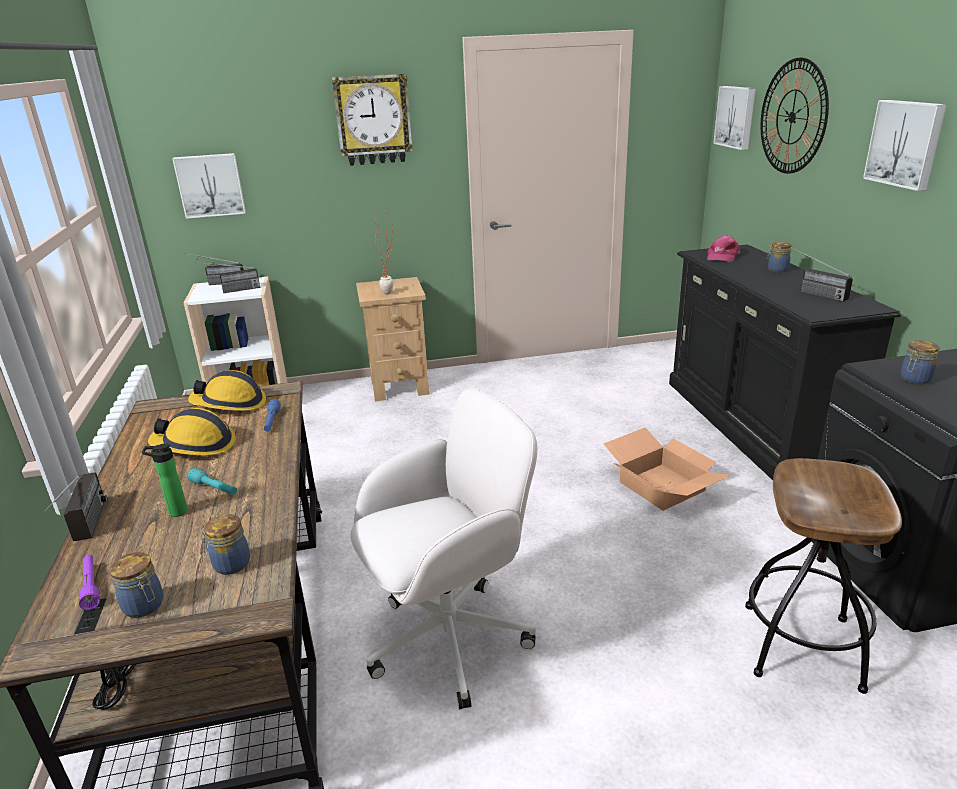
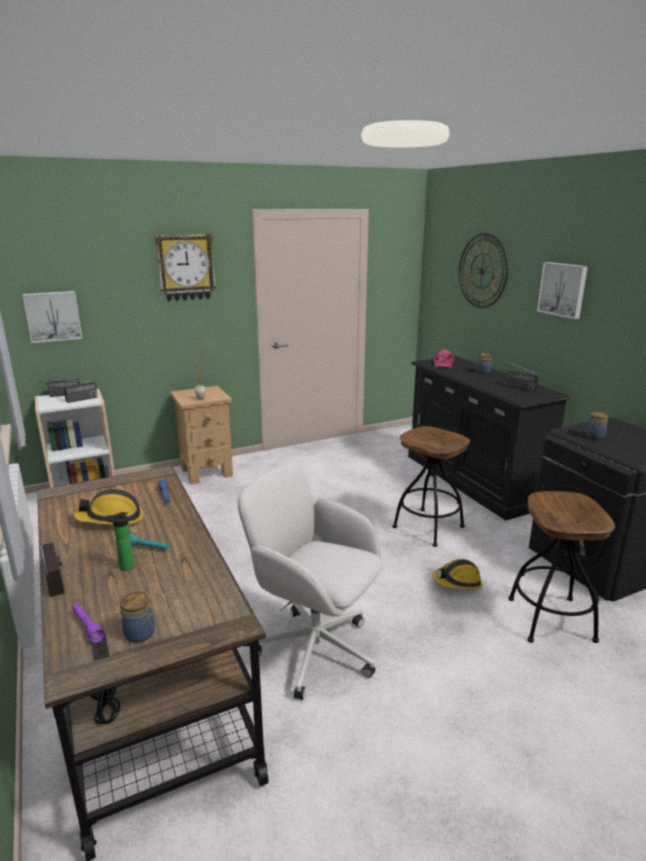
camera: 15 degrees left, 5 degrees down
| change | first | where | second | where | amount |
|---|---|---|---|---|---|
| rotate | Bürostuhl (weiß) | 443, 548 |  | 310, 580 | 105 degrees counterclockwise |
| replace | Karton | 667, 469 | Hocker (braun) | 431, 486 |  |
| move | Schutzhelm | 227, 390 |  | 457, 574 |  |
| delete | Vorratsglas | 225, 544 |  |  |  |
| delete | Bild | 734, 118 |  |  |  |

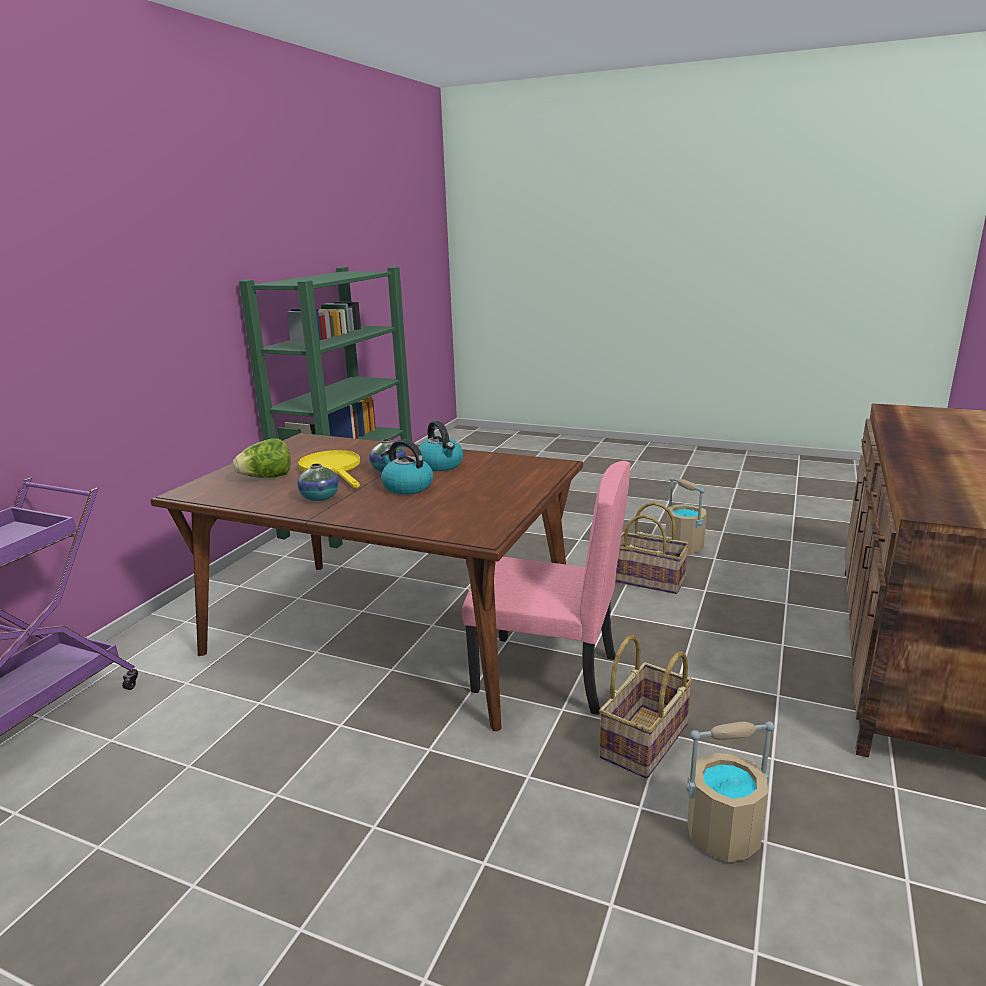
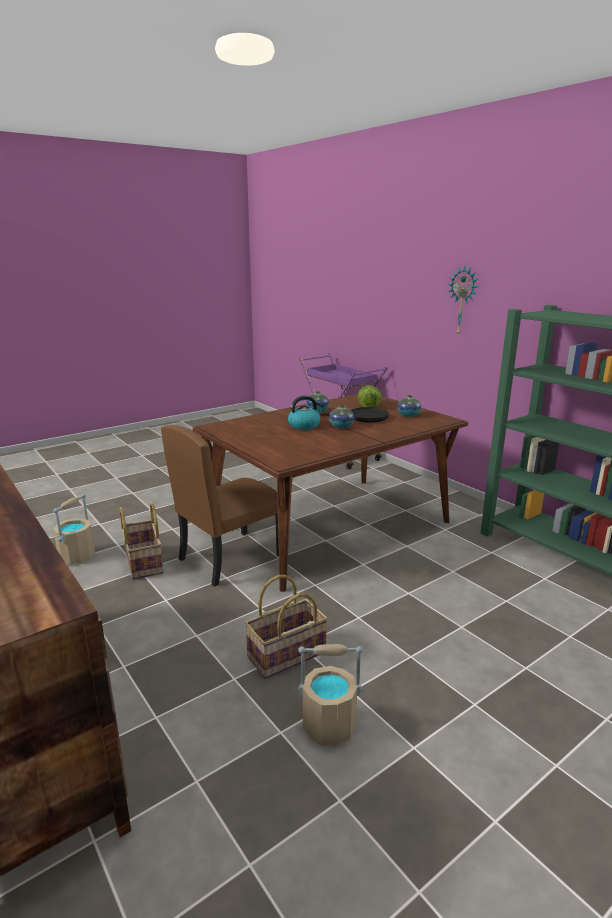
camera: 120 degrees right, 0 degrees up
| change | first | where | second | where | amount |
|---|---|---|---|---|---|
| recolor | Stuhl (rosa) | 546, 588 | Stuhl (braun) | 220, 506 |  |
| recolor | Pfanne (gelb) | 329, 469 | Pfanne (schwarz) | 354, 415 |  |
| insert |  |  | Vase | 409, 406 |  |
| insert |  |  | Wanduhr | 463, 300 |  |
| delete | Wasserkessel | 440, 446 |  |  |  |

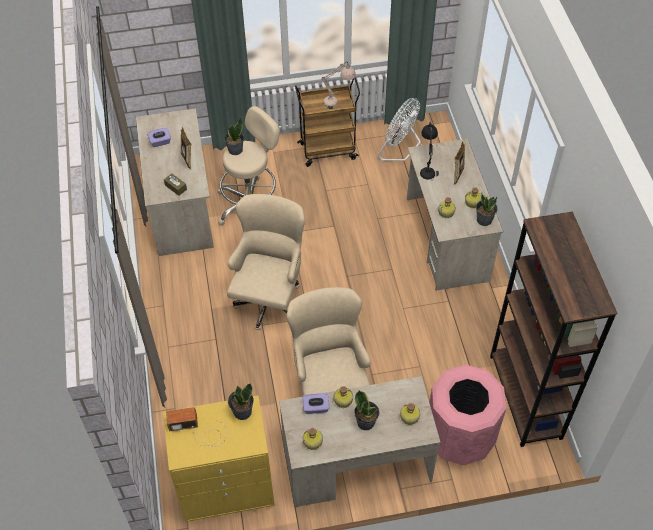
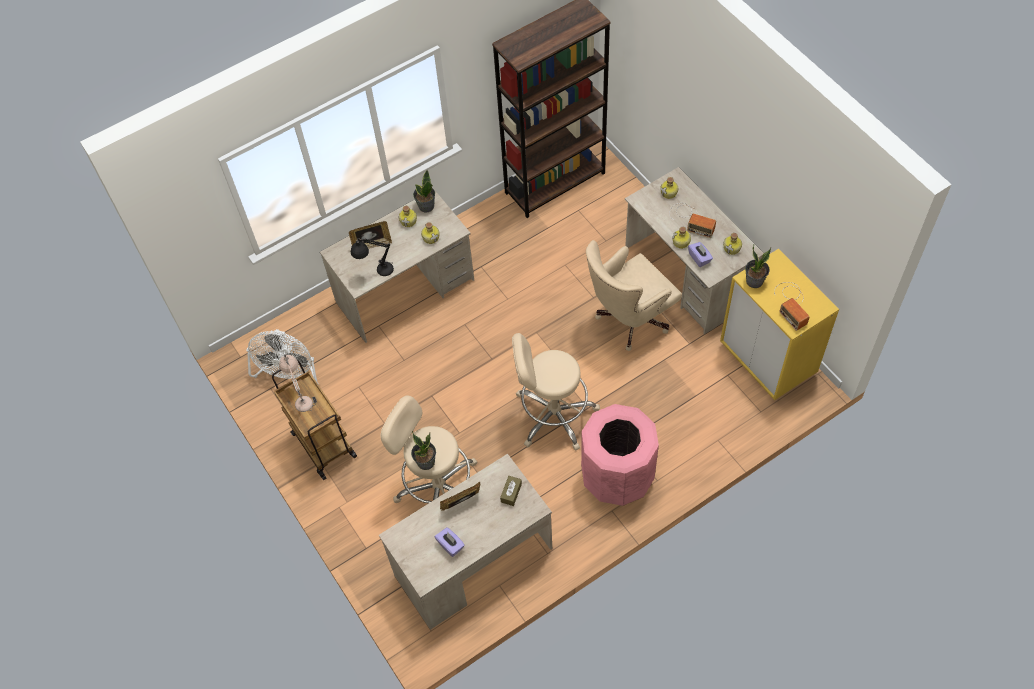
camera: 110 degrees left, 5 degrees up
| change | first | where | second | where | amount |
|---|---|---|---|---|---|
| replace | Bürostuhl (beige) | 266, 262 | Hocker (beige) | 556, 391 |  |
| move | Mülleimer (rosa) | 468, 415 |  | 620, 455 |  |
| replace | Topfpflanze | 366, 410 | Radio | 692, 220 |  |

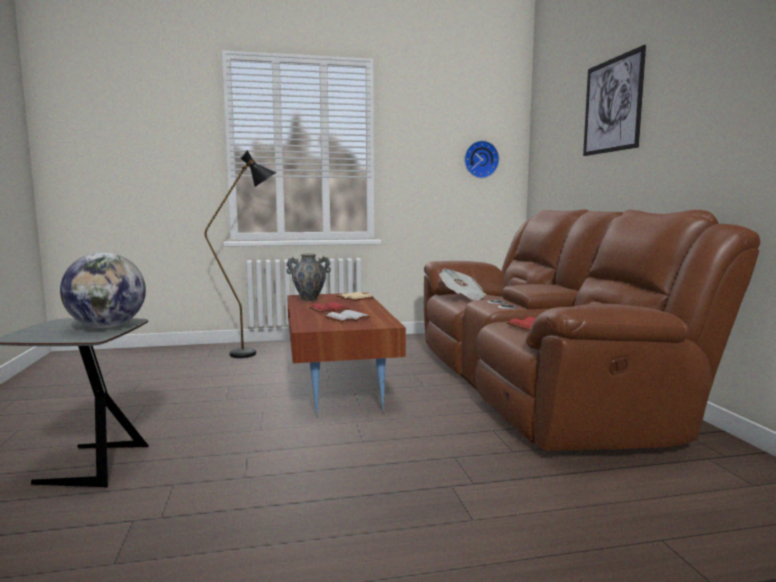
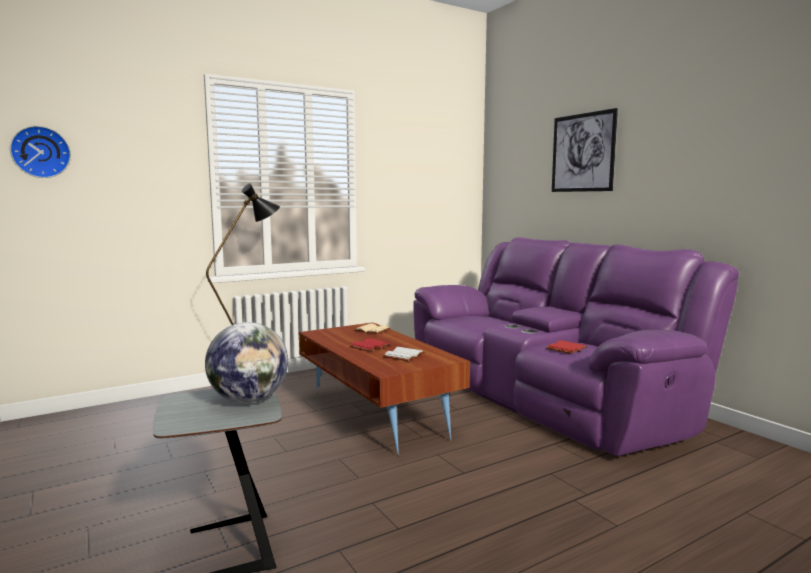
camera: 20 degrees left, 0 degrees up
| change | first | where | second | where | amount |
|---|---|---|---|---|---|
| move | Wanduhr | 481, 159 |  | 40, 152 |  |
| recolor | Sofa (braun) | 592, 330 | Sofa (lila) | 576, 346 |  |
| delete | Vase | 308, 277 |  |  |  |
| delete | Zeitung | 463, 285 |  |  |  |

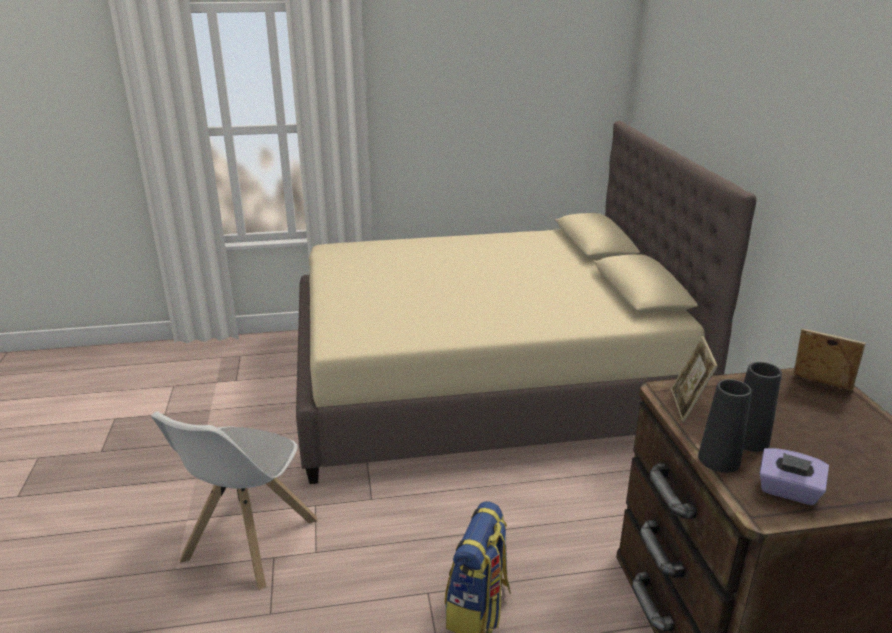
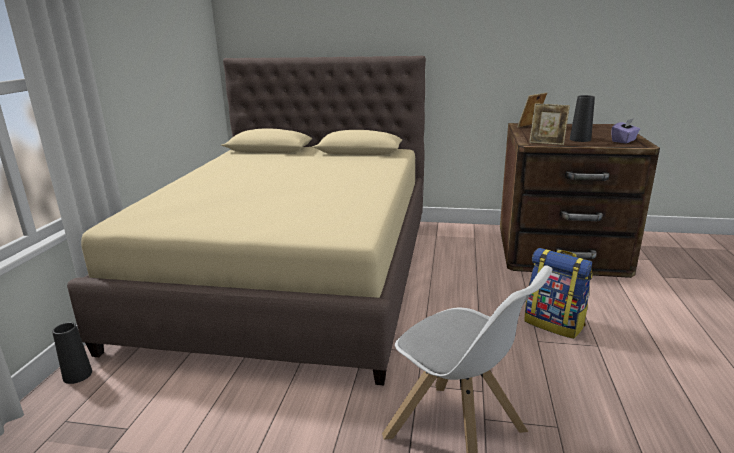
camera: 70 degrees left, 5 degrees down
| change | first | where | second | where | amount |
|---|---|---|---|---|---|
| move | Vase (schwarz) | 725, 425 |  | 72, 353 |  |

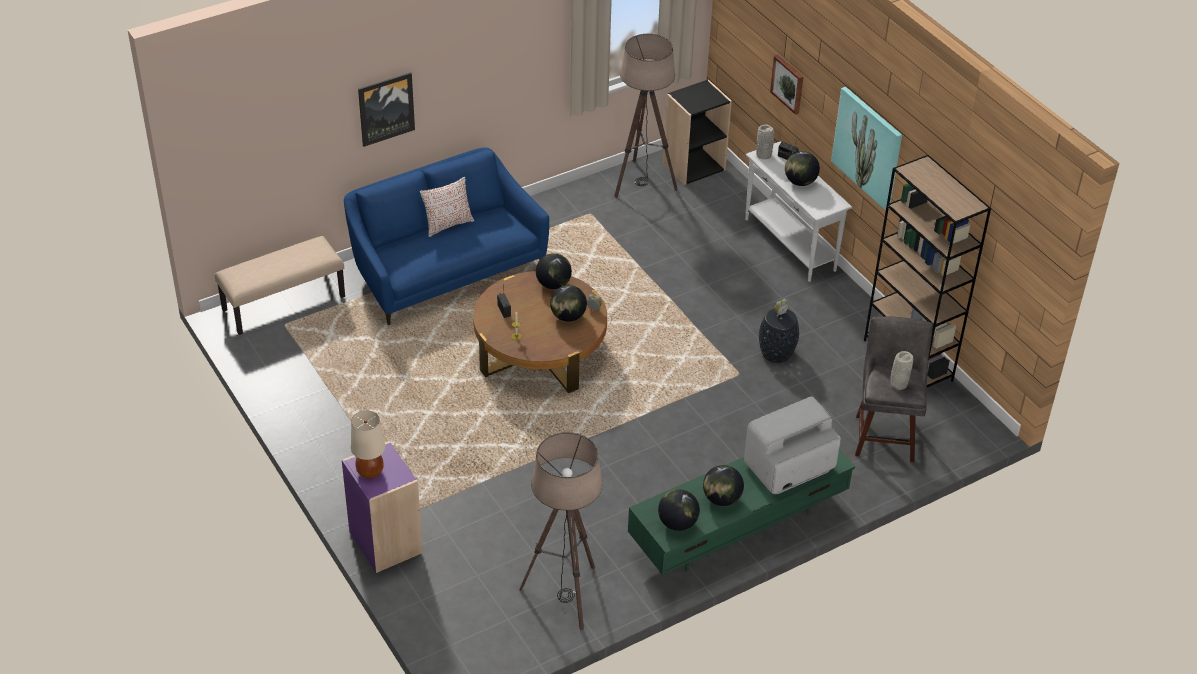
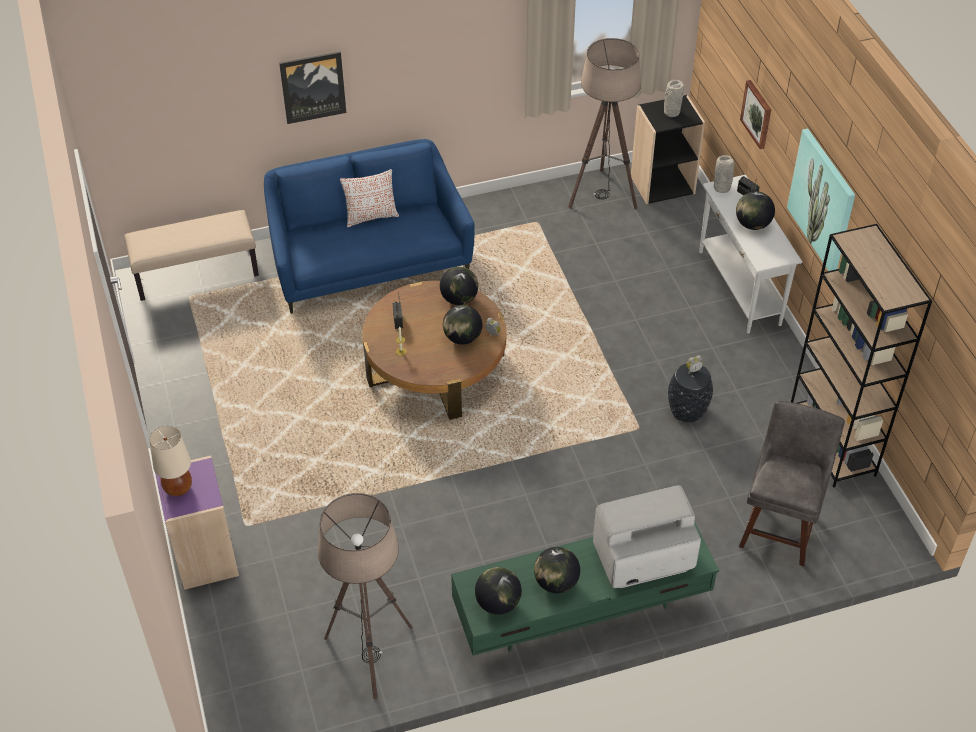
camera: 15 degrees right, 5 degrees up
| change | first | where | second | where | amount |
|---|---|---|---|---|---|
| move | Vase (grau) | 901, 370 |  | 674, 98 |  |

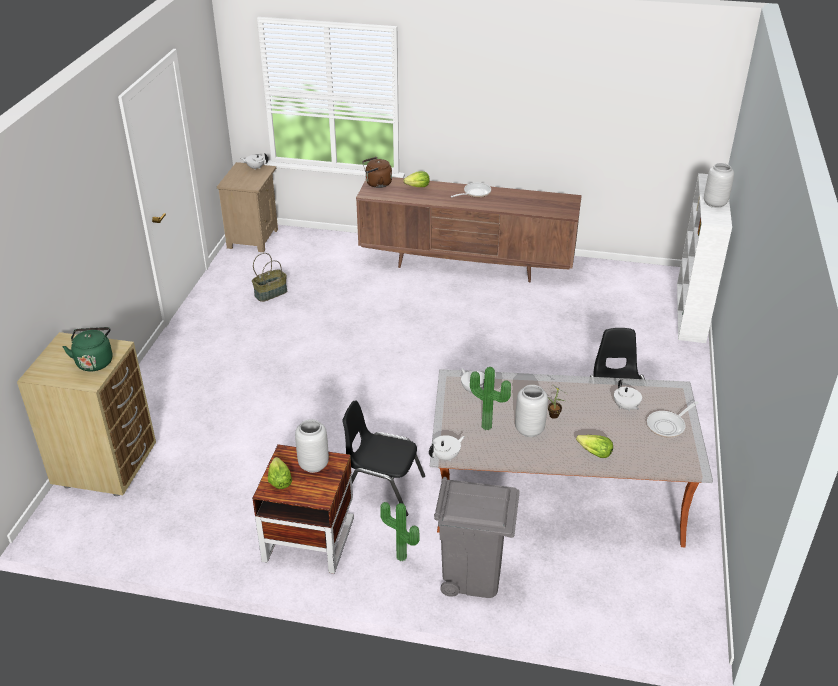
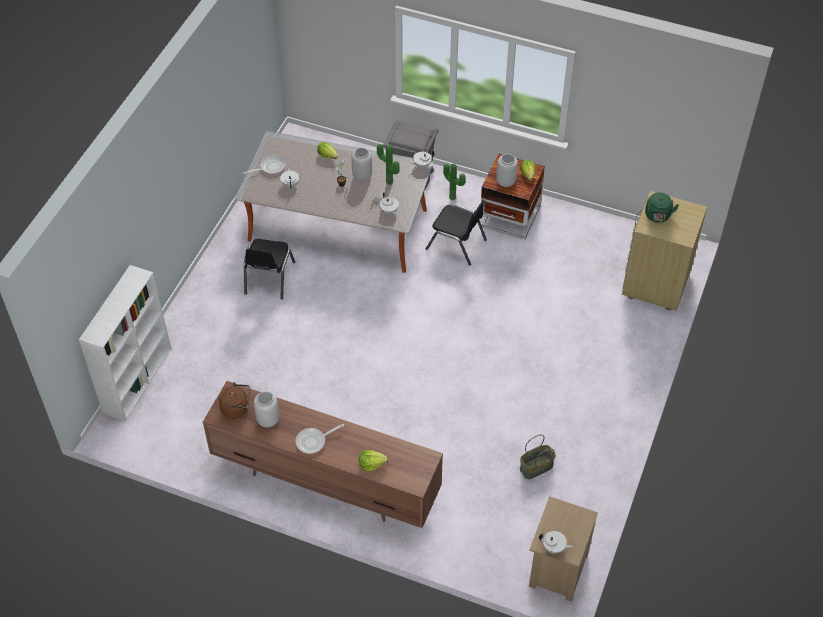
camera: 170 degrees left, 15 degrees up
| change | first | where | second | where | amount |
|---|---|---|---|---|---|
| move | Wasserkessel (braun) | 377, 172 |  | 234, 400 |  |
| move | Vase (grau) | 719, 185 |  | 266, 409 |  |

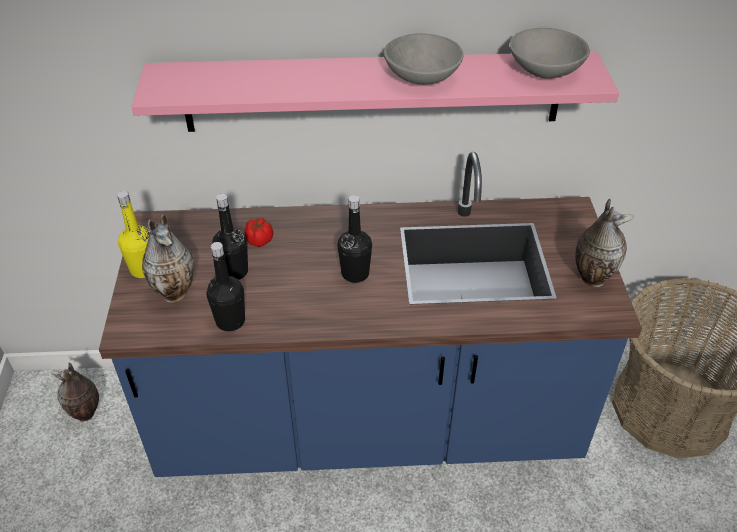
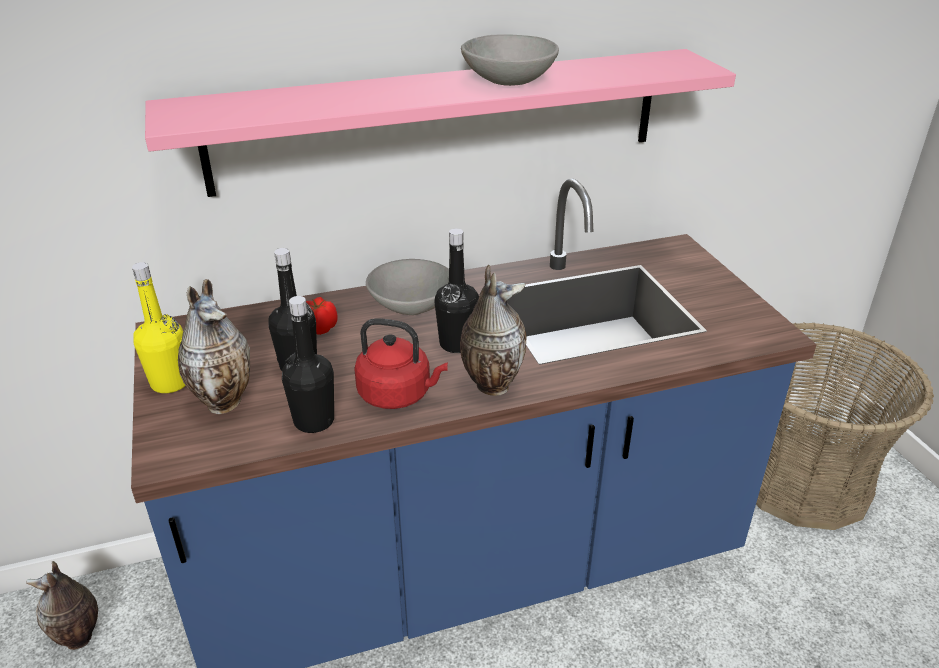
camera: 15 degrees left, 10 degrees down
| change | first | where | second | where | amount |
|---|---|---|---|---|---|
| insert |  |  | Wasserkessel (rot) | 401, 363 |  |
| move | Schüssel (grau) | 549, 53 |  | 407, 287 |  |
| move | Vase | 604, 243 |  | 493, 330 |  |

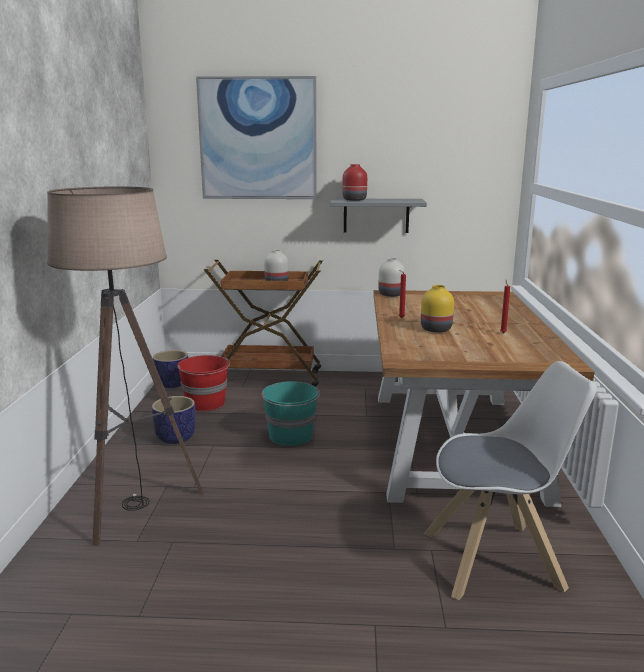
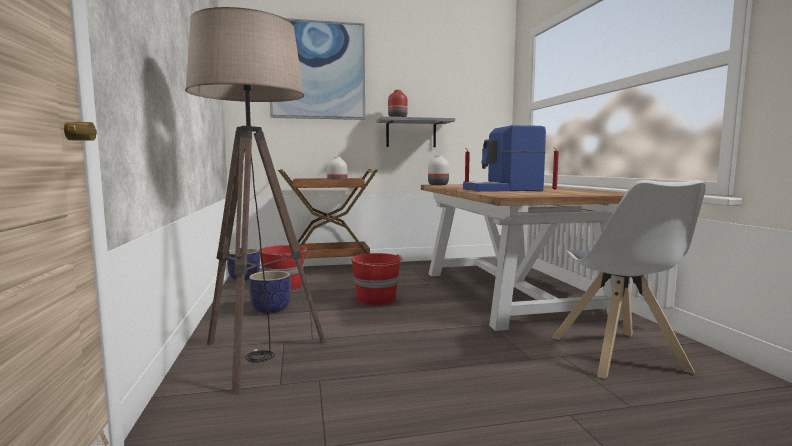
camera: 15 degrees left, 10 degrees down
| change | first | where | second | where | amount |
|---|---|---|---|---|---|
| recolor | Eimer (türkis) | 290, 413 | Eimer (rot) | 377, 279 |  |
| replace | Vase (gelb) | 437, 308 | Kaffeemaschine | 504, 158 |  |
| rotate | Stuhl | 510, 480 |  | 629, 279 | 105 degrees clockwise |

